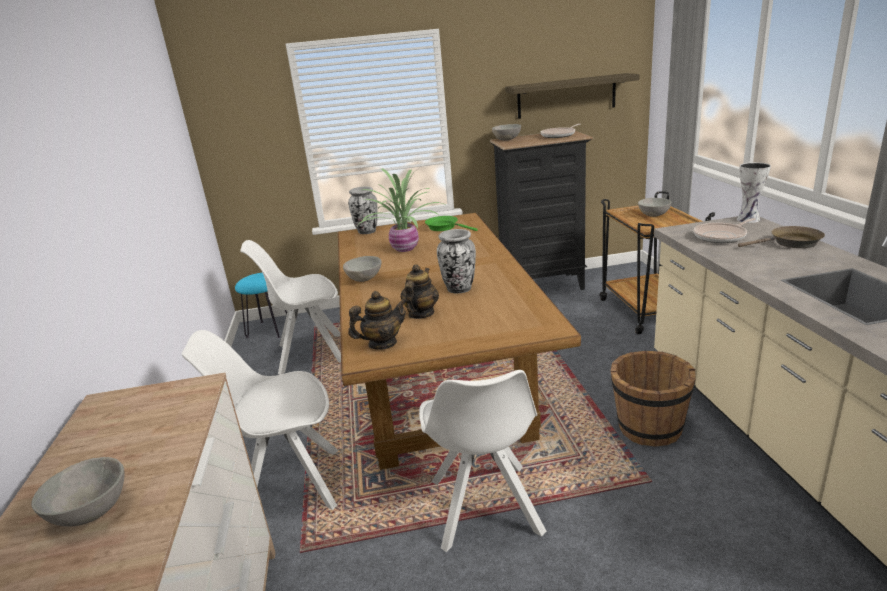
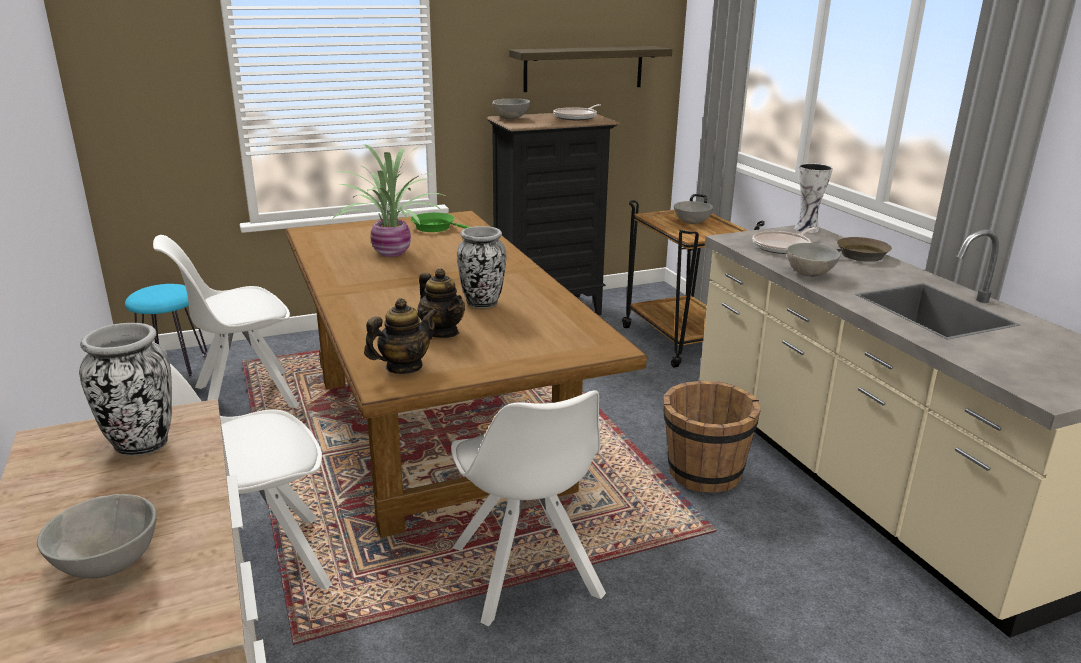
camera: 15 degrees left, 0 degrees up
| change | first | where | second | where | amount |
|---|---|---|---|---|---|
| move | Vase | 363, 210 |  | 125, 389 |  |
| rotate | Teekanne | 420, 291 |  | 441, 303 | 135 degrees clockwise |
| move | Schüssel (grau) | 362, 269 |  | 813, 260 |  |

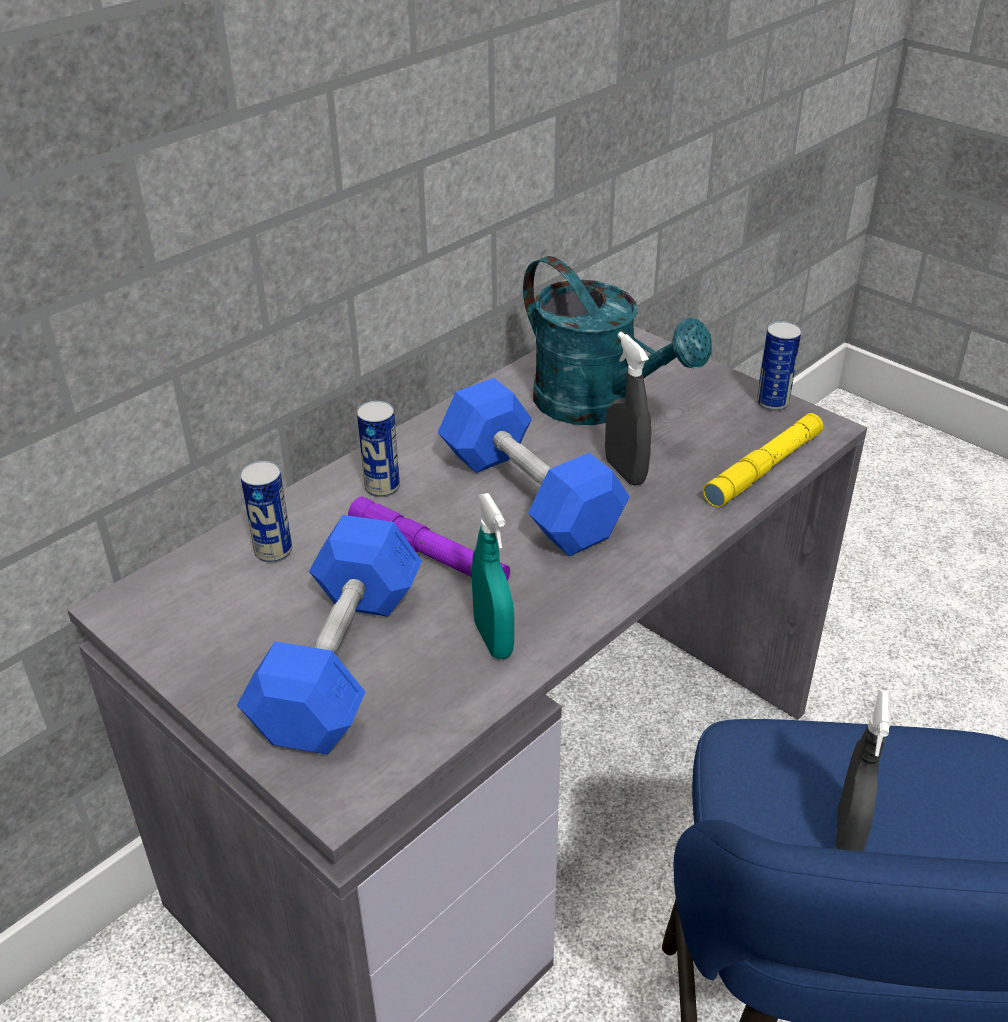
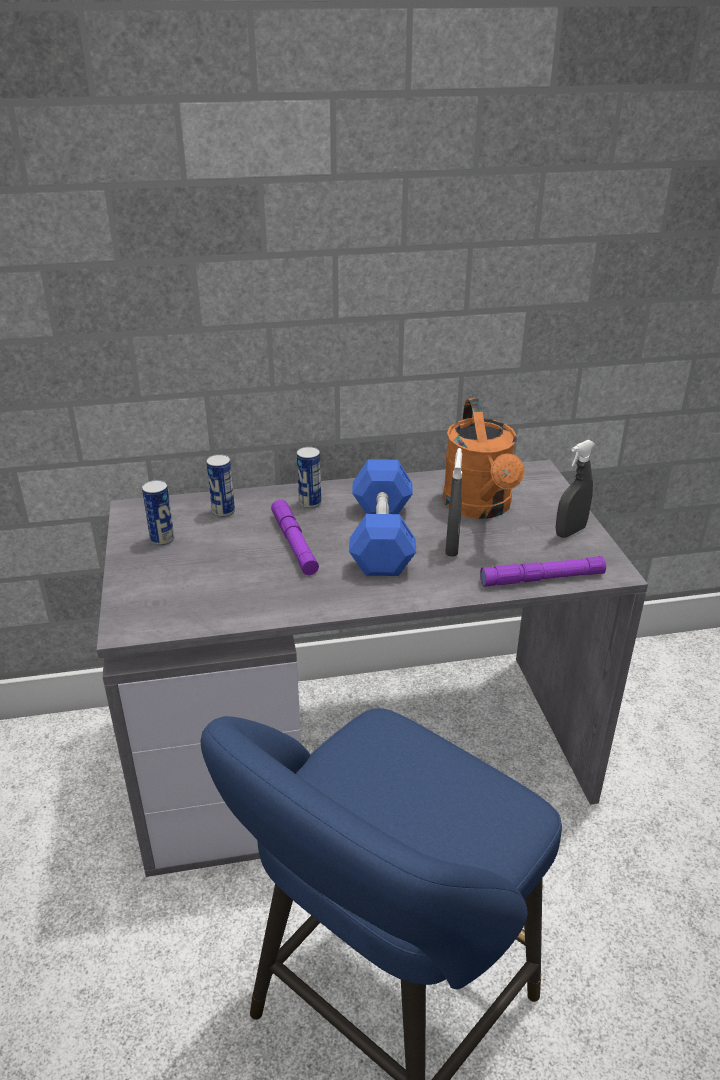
camera: 35 degrees right, 5 degrees down
| change | first | where | second | where | amount |
|---|---|---|---|---|---|
| move | Dose | 779, 366 |  | 158, 513 |  |
| recolor | Gießkanne (türkis) | 617, 340 | Gießkanne (orange) | 484, 458 |  |
| recolor | Taschenlampe (gelb) | 763, 460 | Taschenlampe (lila) | 543, 571 |  |
| move | Sprühflasche (grau) | 863, 770 |  | 575, 489 |  |
| delete | Hantel (blau) | 329, 635 |  |  |  |
| delete | Sprühflasche (türkis) | 493, 576 |  |  |  |

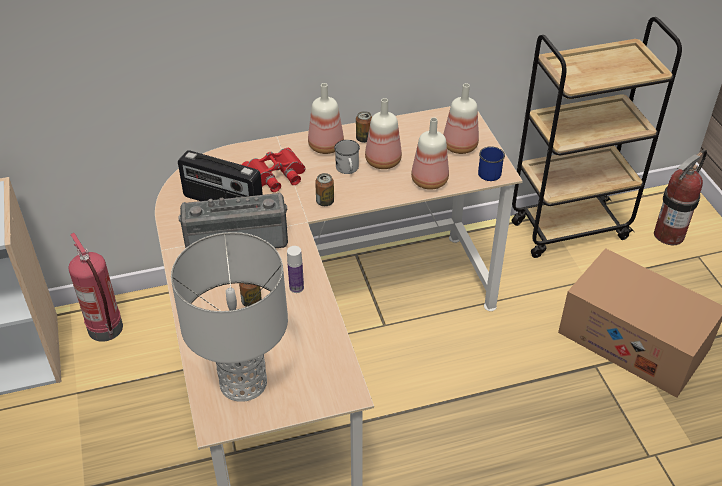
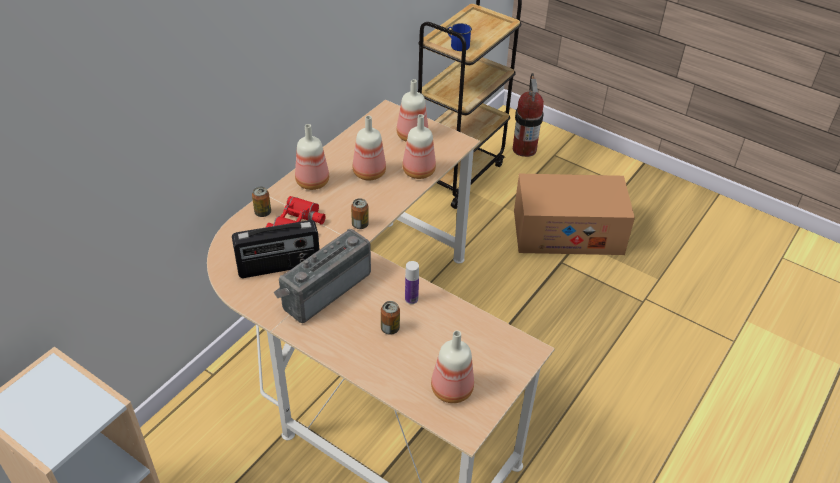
camera: 40 degrees left, 0 degrees up
| change | first | where | second | where | amount |
|---|---|---|---|---|---|
| move | Dose | 364, 127 |  | 261, 202 |  |
| replace | Tischlampe (weiß) | 229, 317 | Flasche | 452, 367 |  |
| move | Henkelbecher (blau) | 491, 163 |  | 460, 37 |  |
| delete | Feuerlöscher | 96, 287 |  |  |  |
| delete | Henkelbecher (weiß) | 347, 157 |  |  |  |

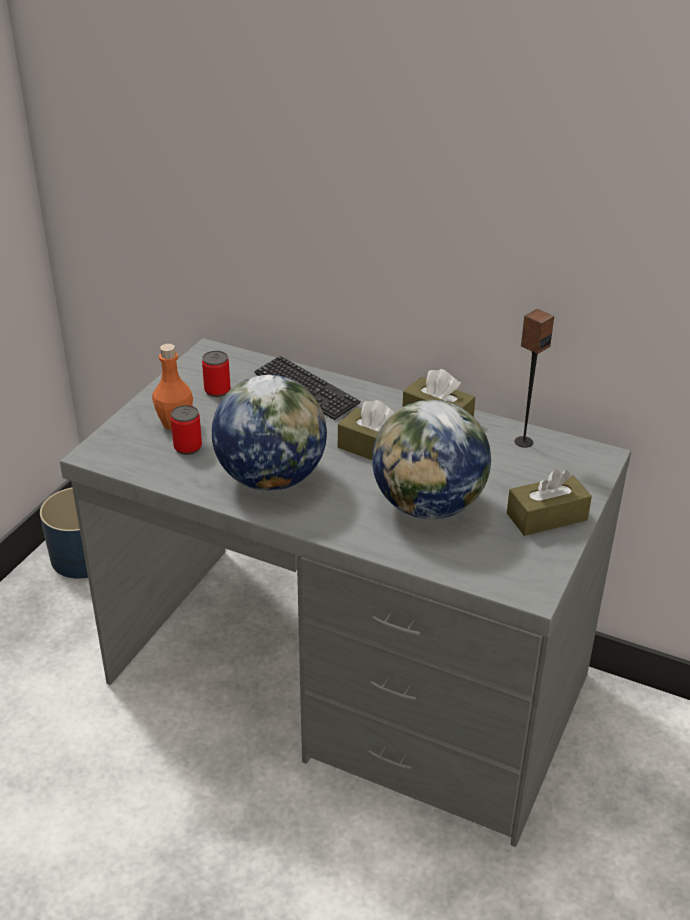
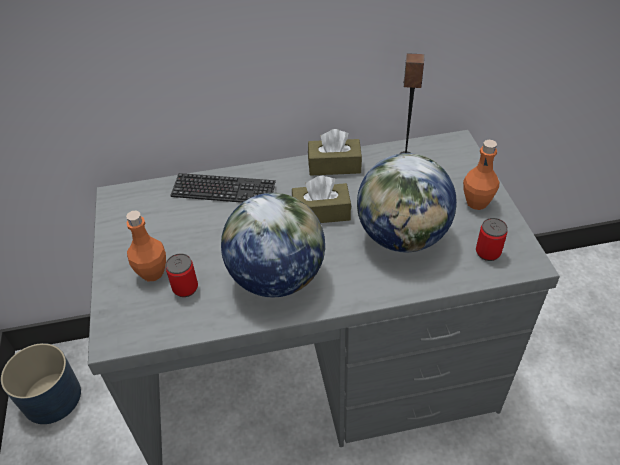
camera: 35 degrees left, 10 degrees up
| change | first | where | second | where | amount |
|---|---|---|---|---|---|
| replace | Taschentuchbox (braun) | 549, 502 | Flasche (orange) | 481, 175 |  |
| move | Dose | 216, 374 |  | 492, 239 |  |

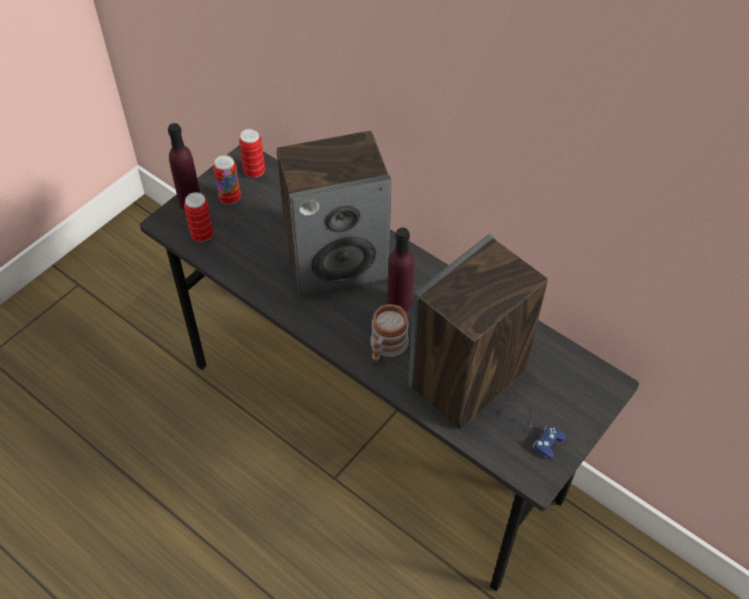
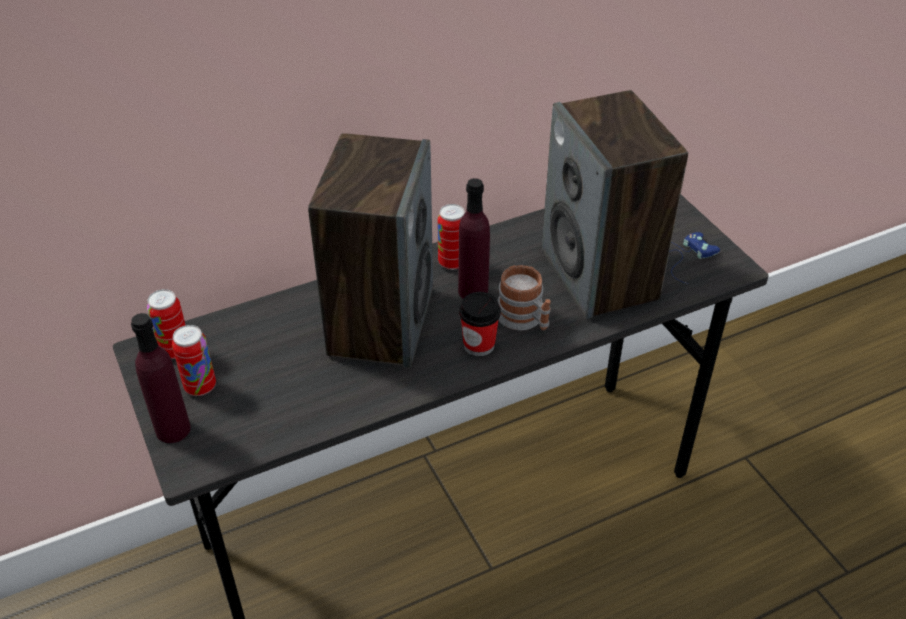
camera: 65 degrees left, 10 degrees down
| change | first | where | second | where | amount |
|---|---|---|---|---|---|
| move | Dose | 198, 217 |  | 451, 237 |  |
| insert |  |  | Tasse | 480, 324 |  |

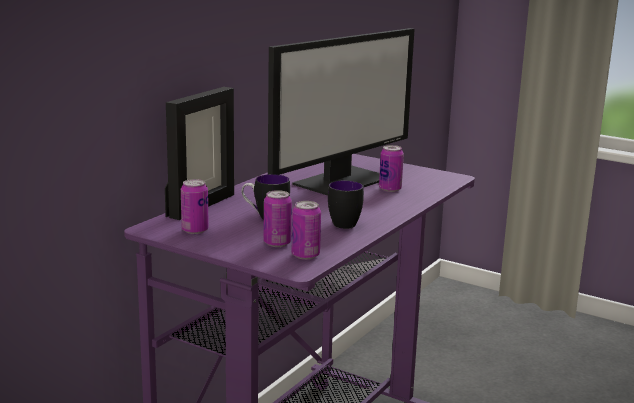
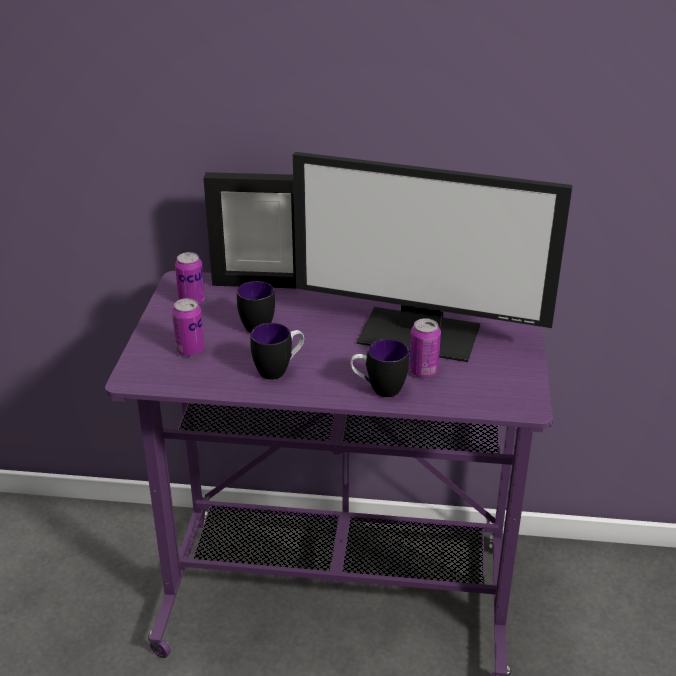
camera: 65 degrees right, 15 degrees up
| change | first | where | second | where | amount |
|---|---|---|---|---|---|
| insert |  |  | Henkelbecher | 379, 368 |  |
| delete | Dose | 306, 230 |  |  |  |

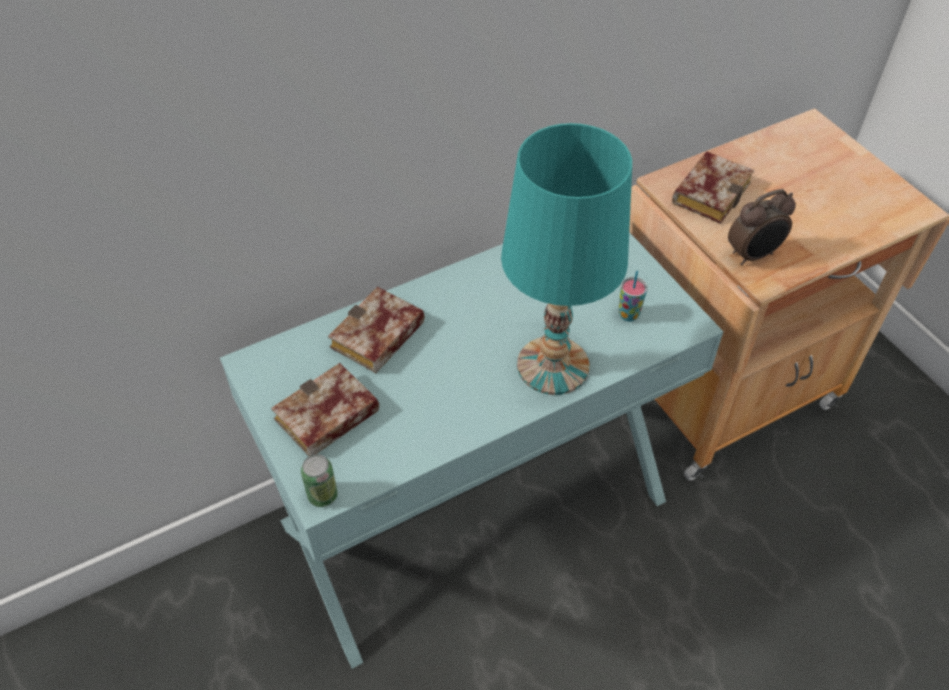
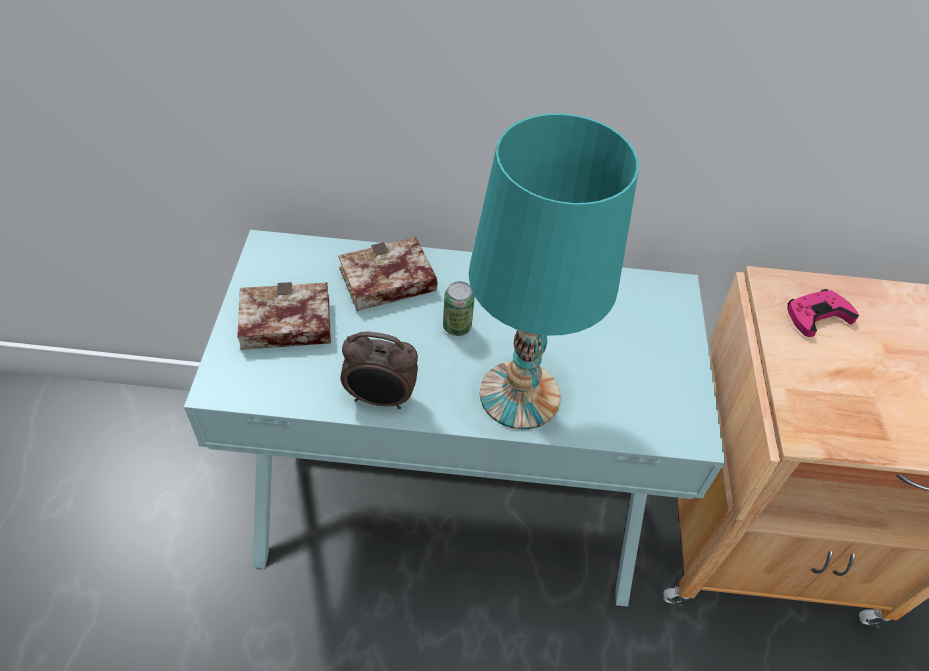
camera: 30 degrees right, 0 degrees up
| change | first | where | second | where | amount |
|---|---|---|---|---|---|
| move | Wecker | 762, 227 |  | 379, 370 |  |
| move | Dose | 319, 480 |  | 459, 308 |  |
| replace | Buch | 713, 187 | Gamepad (rosa) | 823, 313 |  |
| delete | Tasse | 633, 296 |  |  |  |

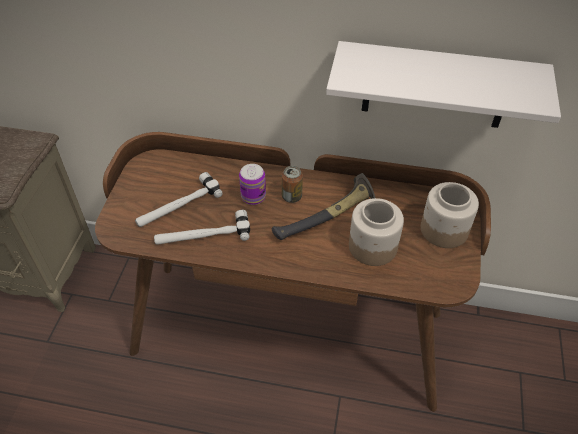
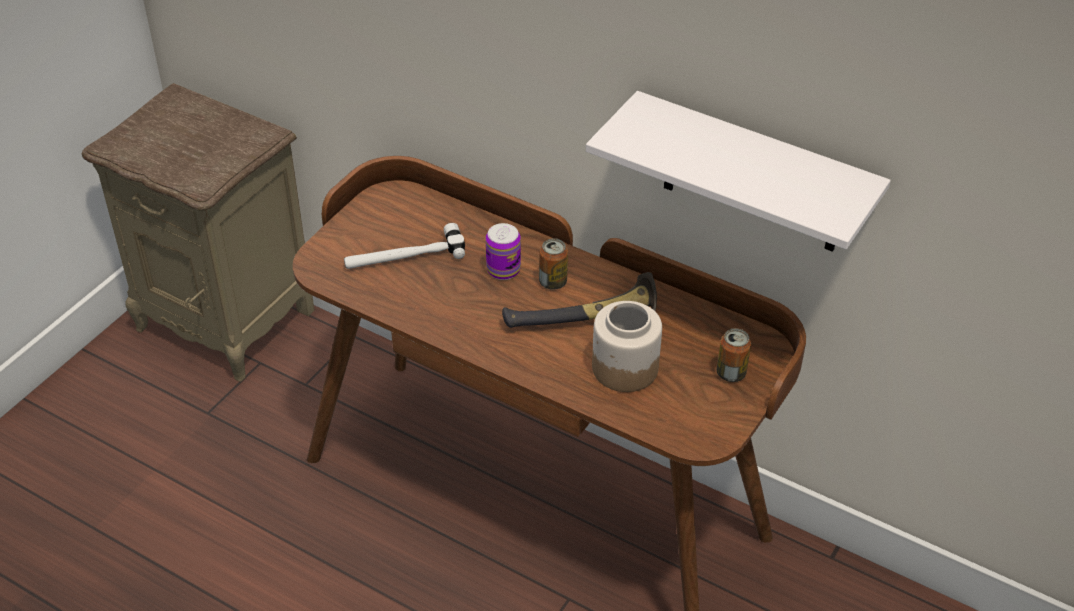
camera: 20 degrees right, 5 degrees down
| change | first | where | second | where | amount |
|---|---|---|---|---|---|
| replace | Vorratsglas | 450, 215 | Dose | 734, 355 |  |
| delete | Hammer | 202, 227 |  |  |  |

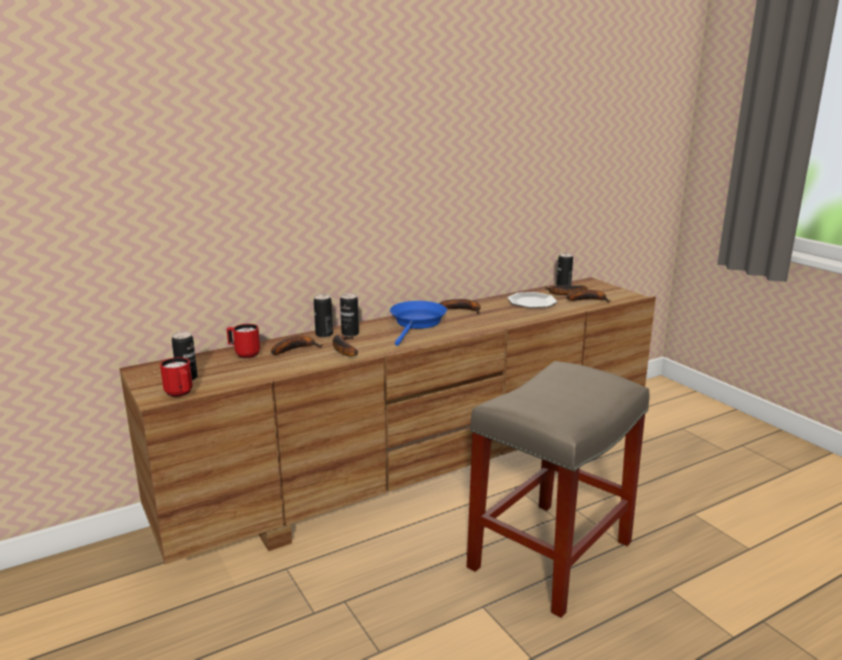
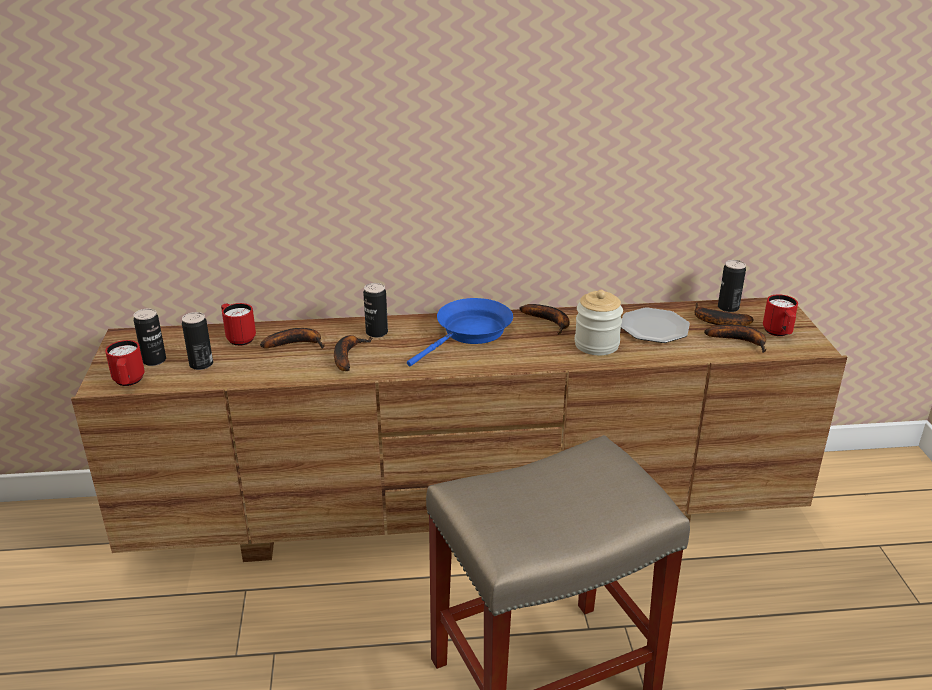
camera: 25 degrees right, 10 degrees up
| change | first | where | second | where | amount |
|---|---|---|---|---|---|
| move | Dose | 323, 315 |  | 197, 341 |  |
| insert |  |  | Vorratsglas | 598, 322 |  |
| insert |  |  | Henkelbecher (rot) | 780, 315 |  |

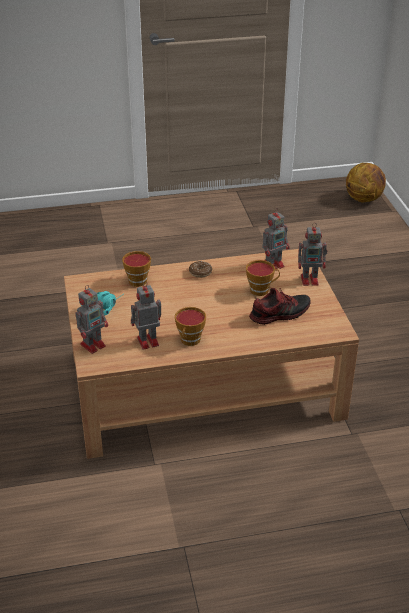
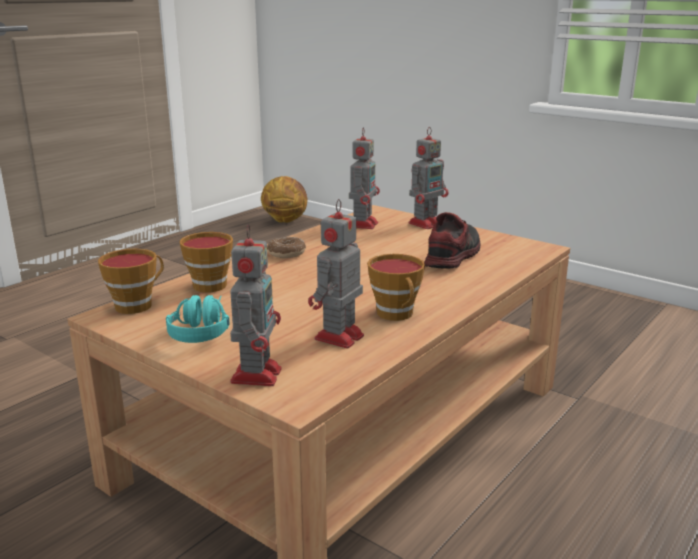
camera: 40 degrees left, 15 degrees down
| change | first | where | second | where | amount |
|---|---|---|---|---|---|
| move | Tasse | 263, 278 |  | 131, 281 |  |

